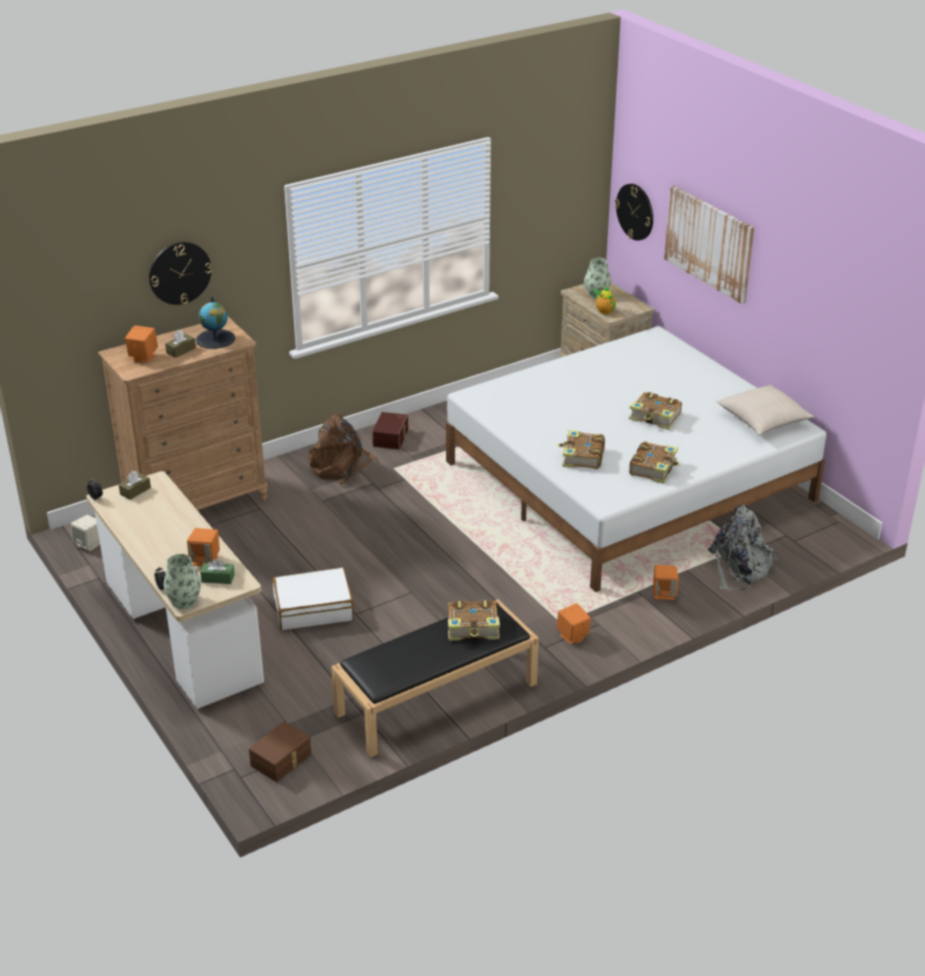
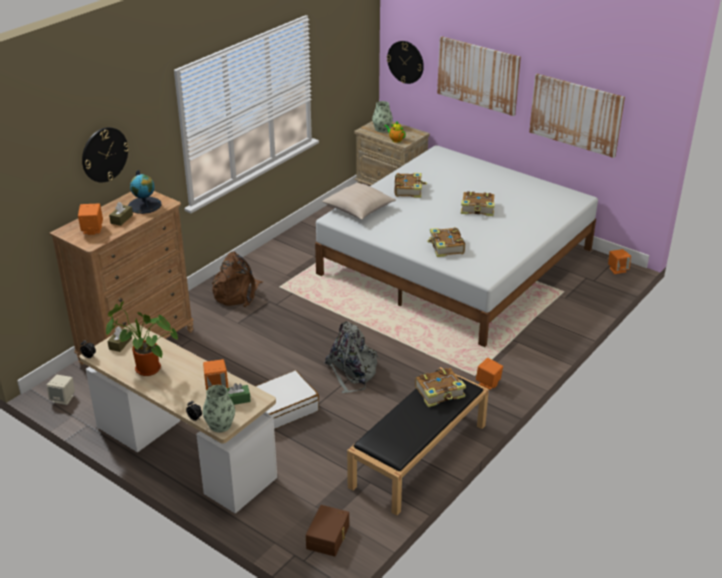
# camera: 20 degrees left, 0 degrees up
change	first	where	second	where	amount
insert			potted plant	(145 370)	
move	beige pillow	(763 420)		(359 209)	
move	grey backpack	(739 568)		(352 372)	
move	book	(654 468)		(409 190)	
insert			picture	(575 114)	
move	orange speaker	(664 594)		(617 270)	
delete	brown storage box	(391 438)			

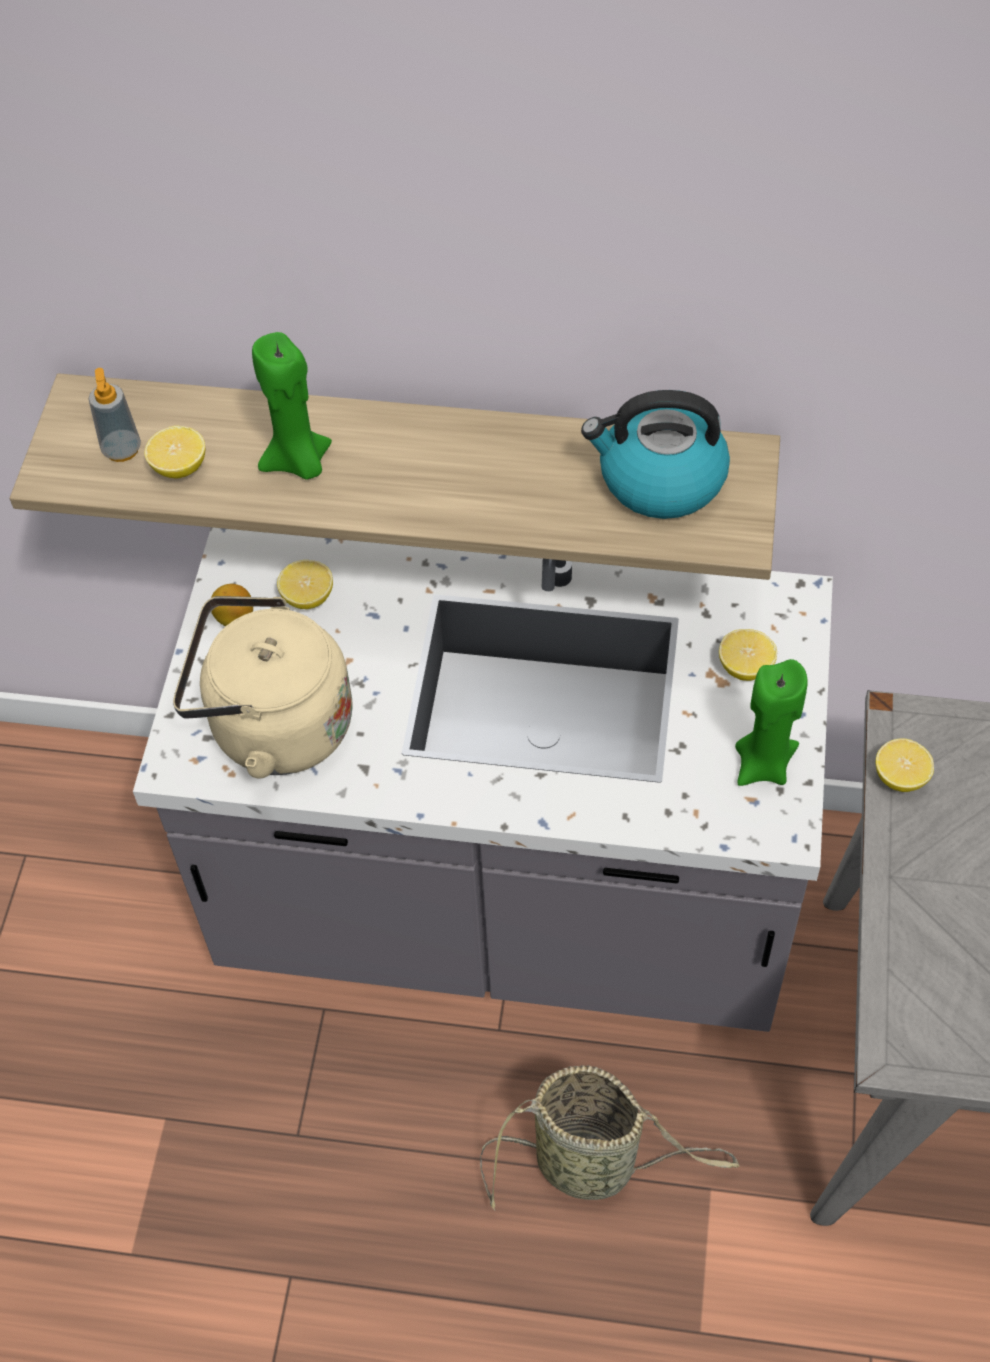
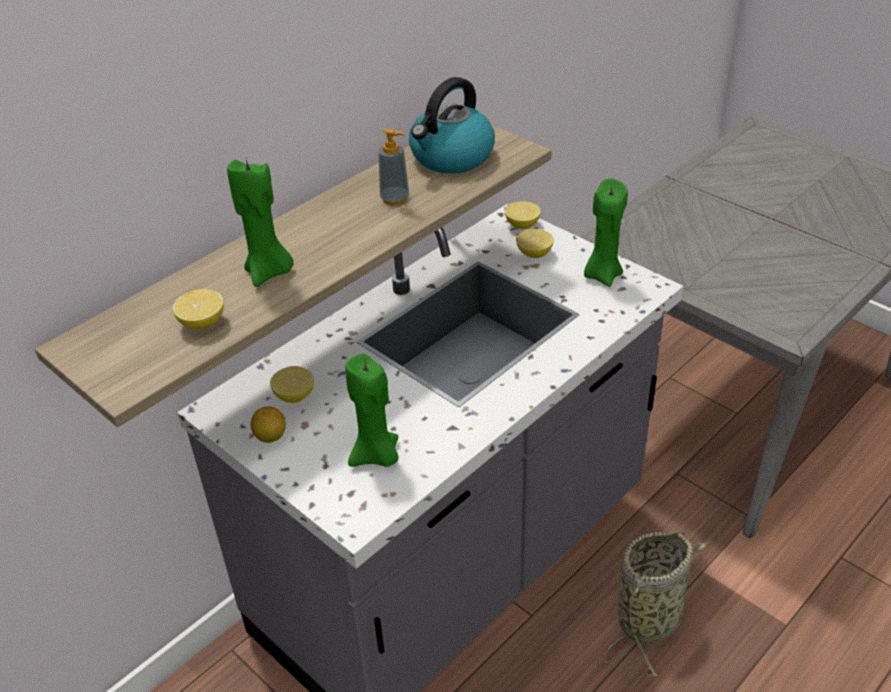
# camera: 55 degrees left, 15 degrees down
change	first	where	second	where	amount
replace	beige kettle	(273 727)	green candle	(377 456)	
move	soap dispenser	(122 449)		(395 199)	
move	lemon	(900 777)		(522 225)	

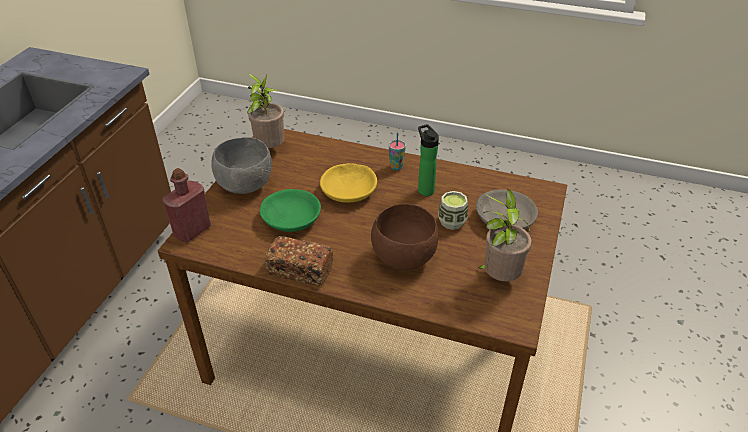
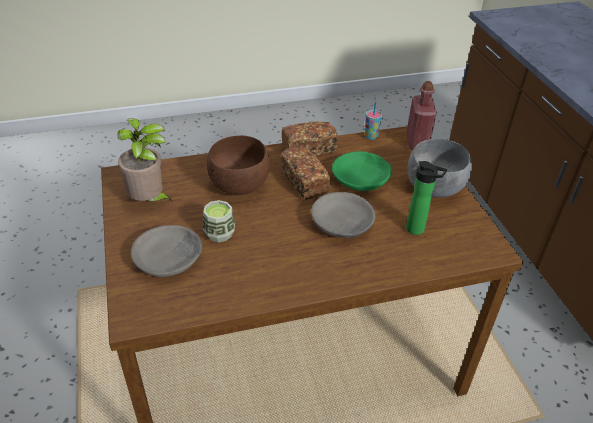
# camera: 145 degrees right, 0 degrees up
change	first	where	second	where	amount
insert			bread	(304 182)	
recolor	yellow bowl	(349 190)	grey bowl	(342 224)	
move	cup	(396 166)		(371 136)	
move	bottle	(424 189)		(418 230)	
delete	potted plant	(269 149)			

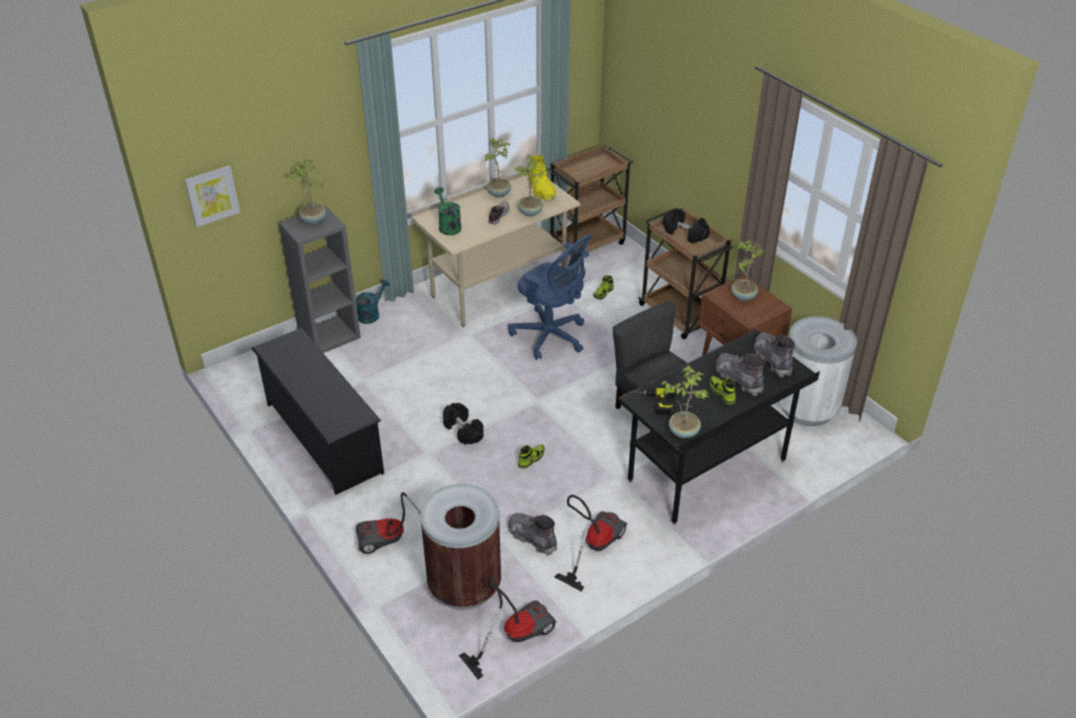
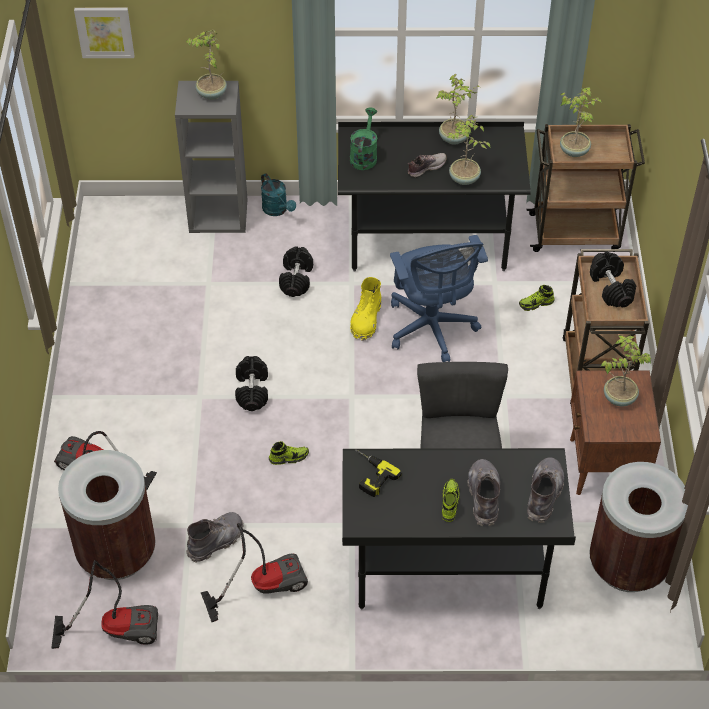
# camera: 35 degrees right, 10 degrees up
change	first	where	second	where	amount
rotate	grey boot	(532 537)		(216 541)	60 degrees clockwise
rotate	turquoise watering can	(371 314)		(277 210)	75 degrees clockwise
insert			black dumbbell	(296 279)	
recolor	beige desk	(498 290)	black desk	(428 244)	
move	yellow boot	(541 190)		(366 320)	
move	potted plant	(683 431)		(574 150)	
recolor	white trash can	(807 409)	brown trash can	(628 564)	
delete	black shoe rack	(323 437)			

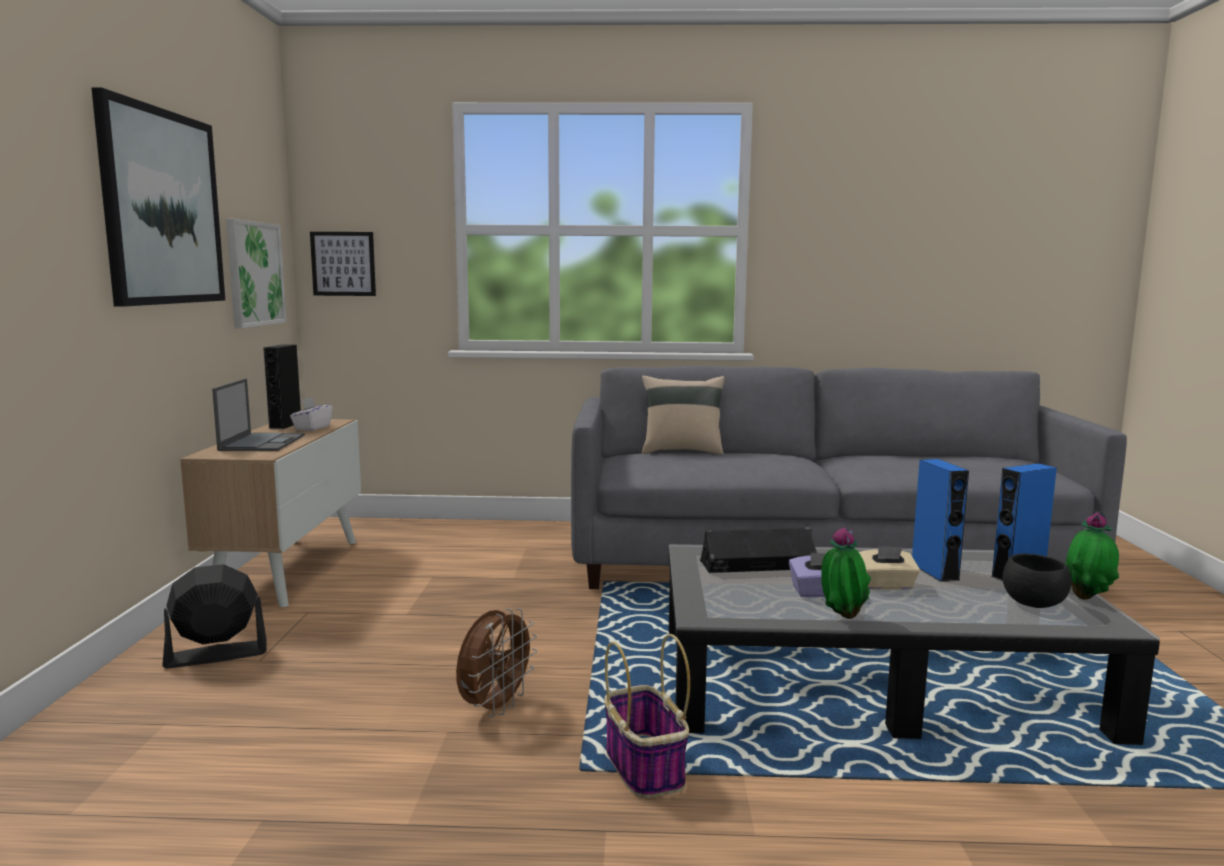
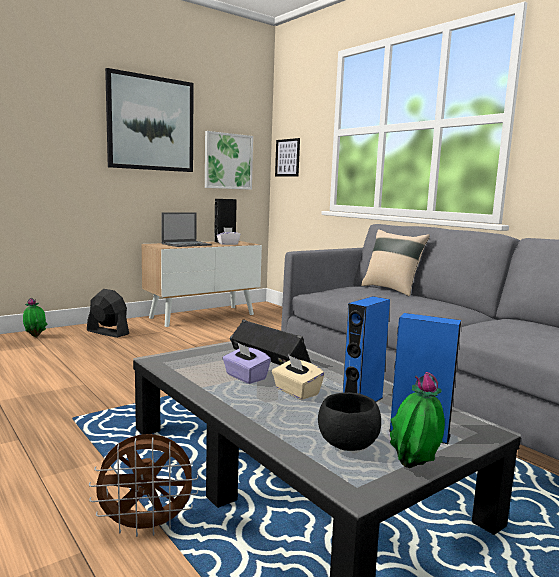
# camera: 50 degrees right, 0 degrees up
change	first	where	second	where	amount
move	potted plant	(841 617)		(35 336)	
move	brown fan	(495 707)		(146 527)	
delete	basket	(643 766)			

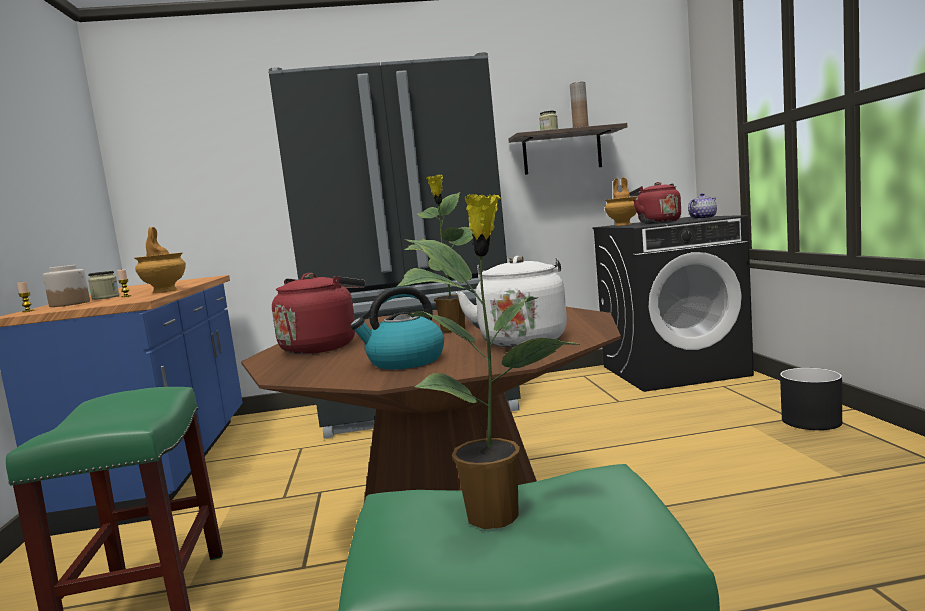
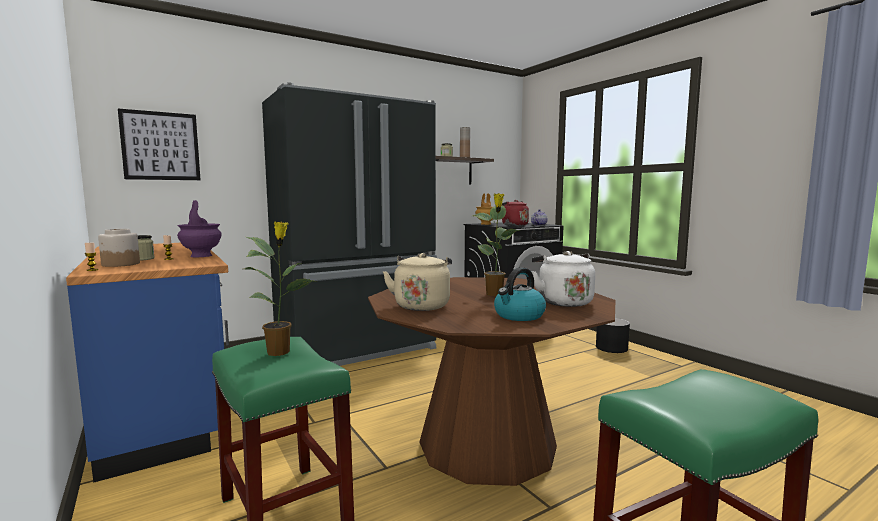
# camera: 25 degrees left, 0 degrees up
change	first	where	second	where	amount
insert			picture	(161 146)	
recolor	brown vase	(165 291)	purple vase	(201 256)	
move	potted plant	(496 515)		(280 352)	
recolor	red kettle	(322 347)	beige kettle	(422 305)	

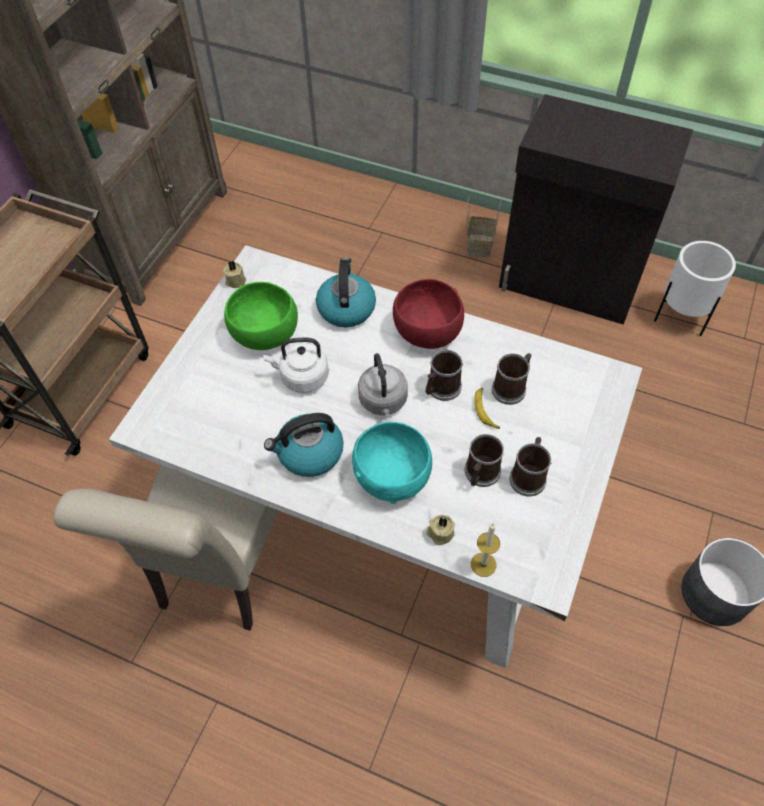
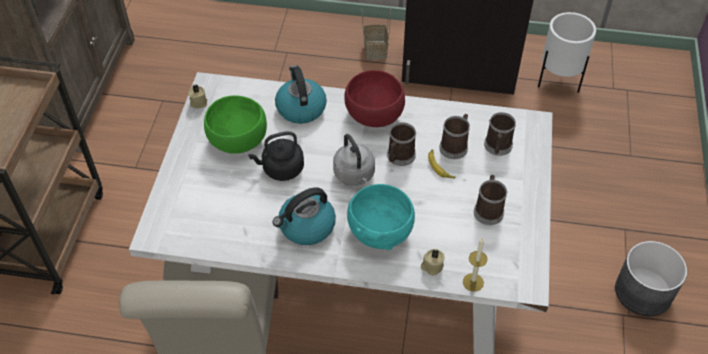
# camera: 15 degrees left, 5 degrees down
change	first	where	second	where	amount
recolor	white kettle	(302 377)	black kettle	(281 169)	
move	mug	(480 474)		(497 147)	

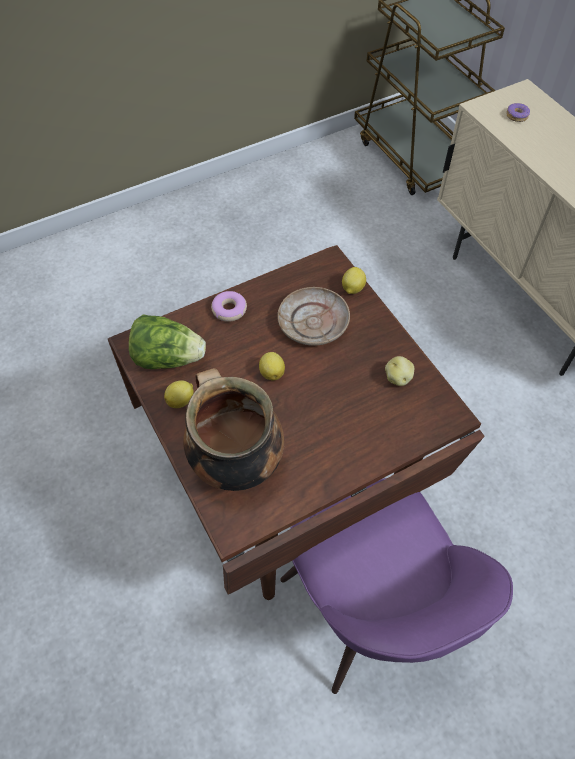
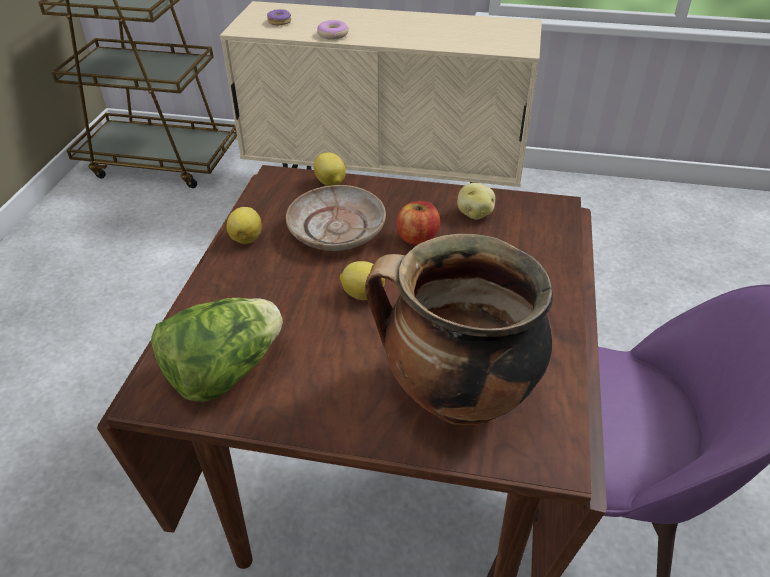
# camera: 50 degrees left, 15 degrees down
change	first	where	second	where	amount
move	lemon	(181 400)		(247 238)	
move	donut	(229 309)		(333 35)	
insert			apple	(417 238)	

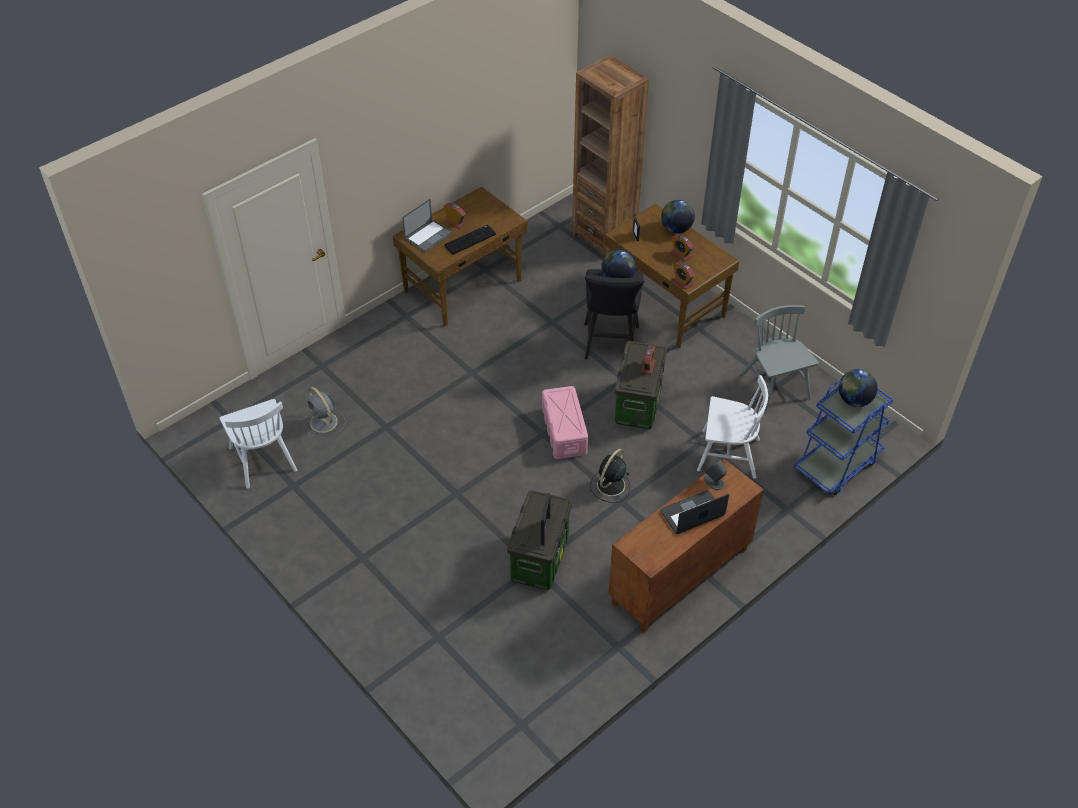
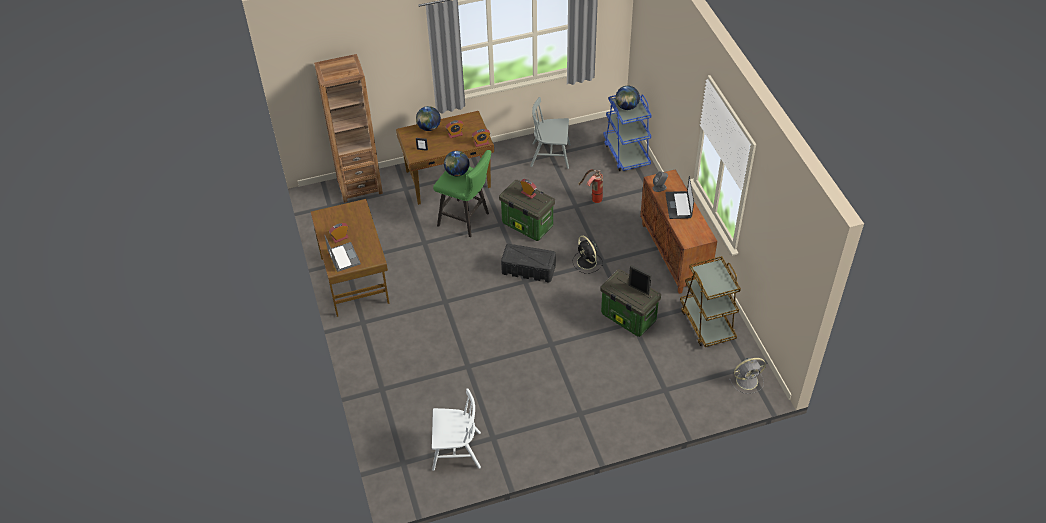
# camera: 65 degrees left, 0 degrees up
change	first	where	second	where	amount
recolor	black stool	(610 346)	green stool	(466 220)	
recolor	pink storage box	(564 431)	black storage box	(529 270)	
replace	white chair	(728 454)	fire extinguisher	(592 198)	
insert			brown cart	(707 323)	
move	grey fan	(324 423)		(748 380)	
delete	keyboard	(470 239)			

